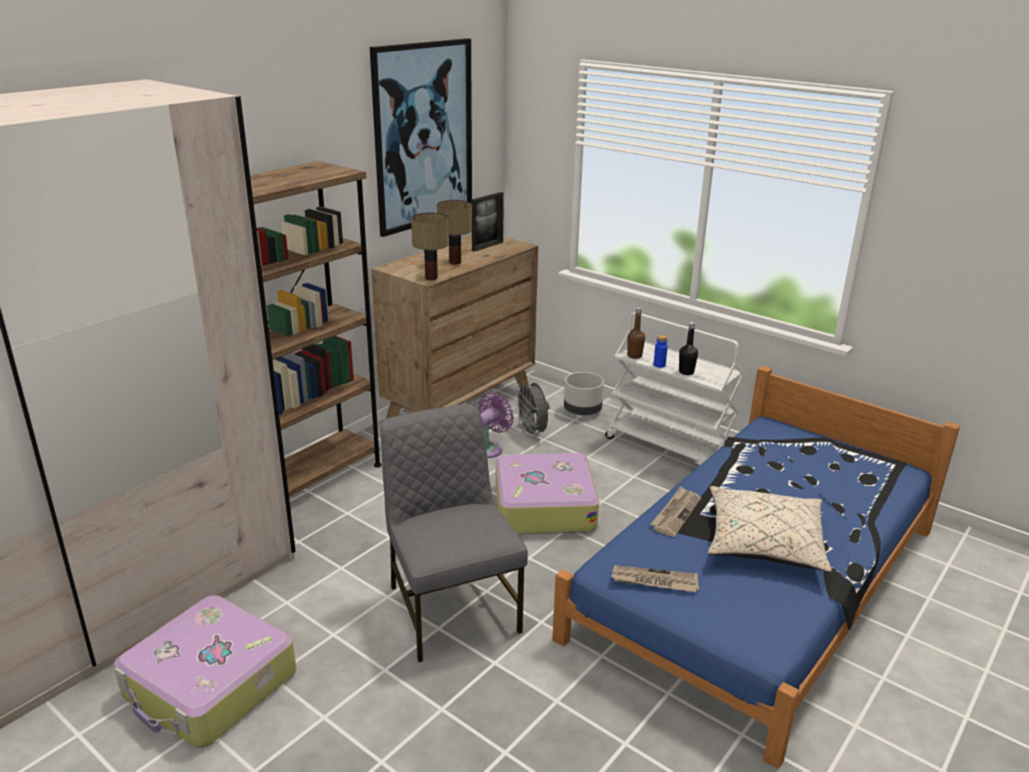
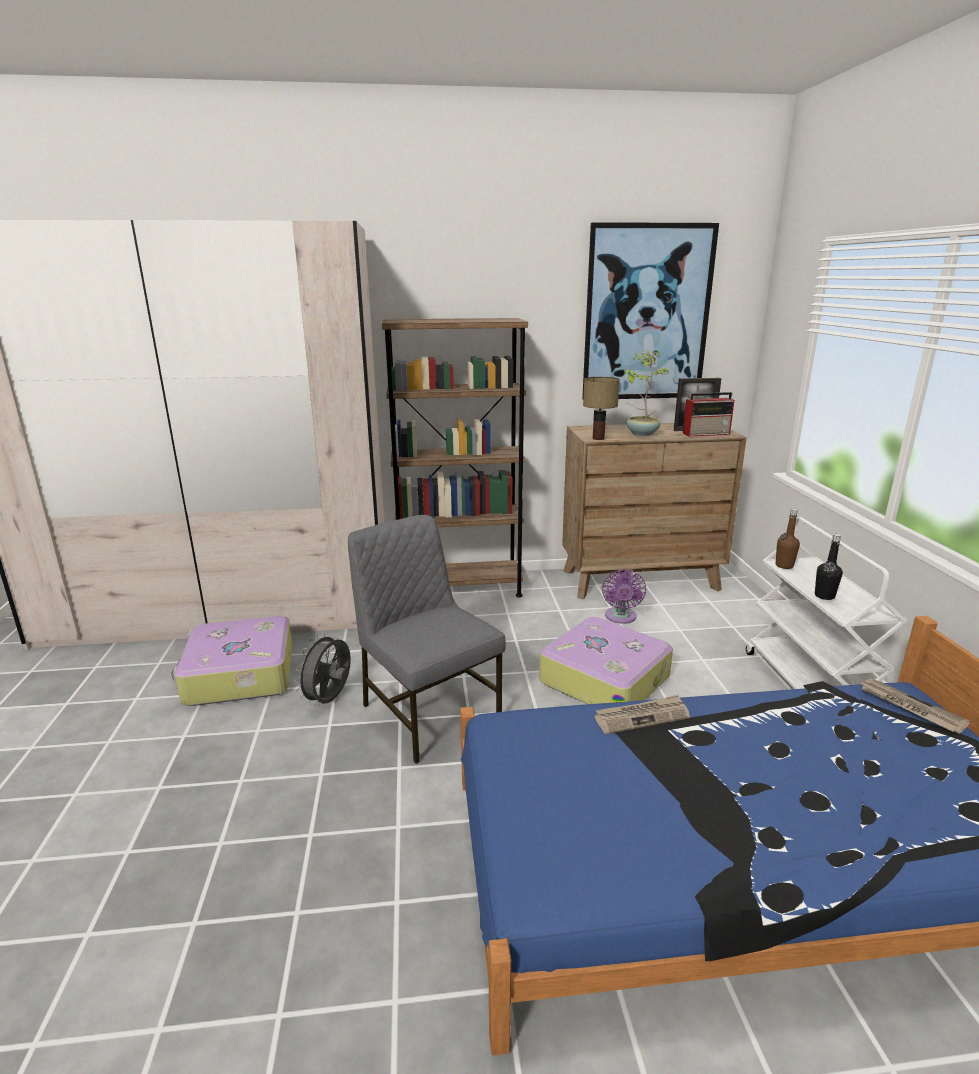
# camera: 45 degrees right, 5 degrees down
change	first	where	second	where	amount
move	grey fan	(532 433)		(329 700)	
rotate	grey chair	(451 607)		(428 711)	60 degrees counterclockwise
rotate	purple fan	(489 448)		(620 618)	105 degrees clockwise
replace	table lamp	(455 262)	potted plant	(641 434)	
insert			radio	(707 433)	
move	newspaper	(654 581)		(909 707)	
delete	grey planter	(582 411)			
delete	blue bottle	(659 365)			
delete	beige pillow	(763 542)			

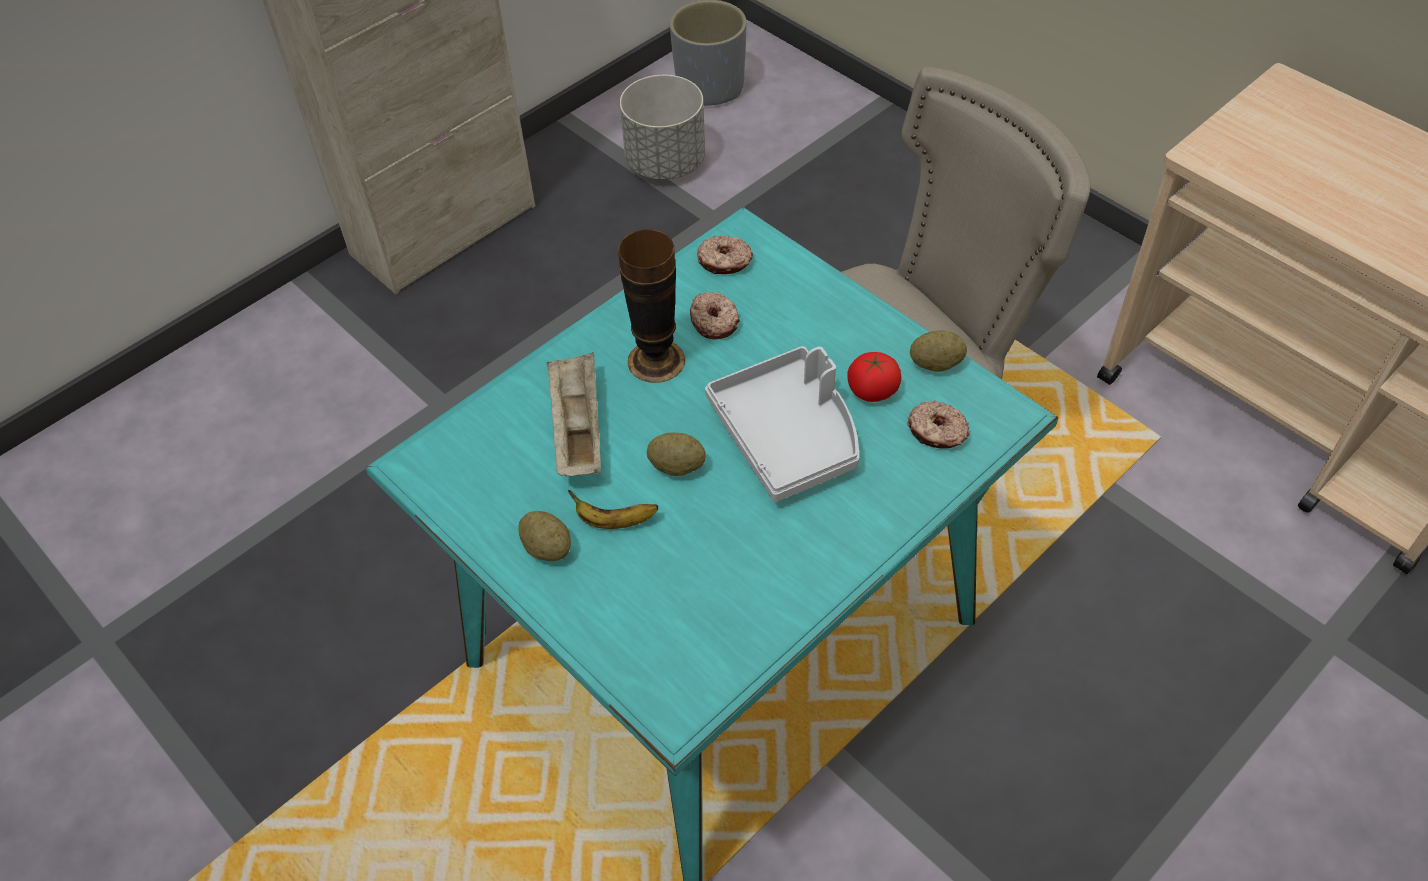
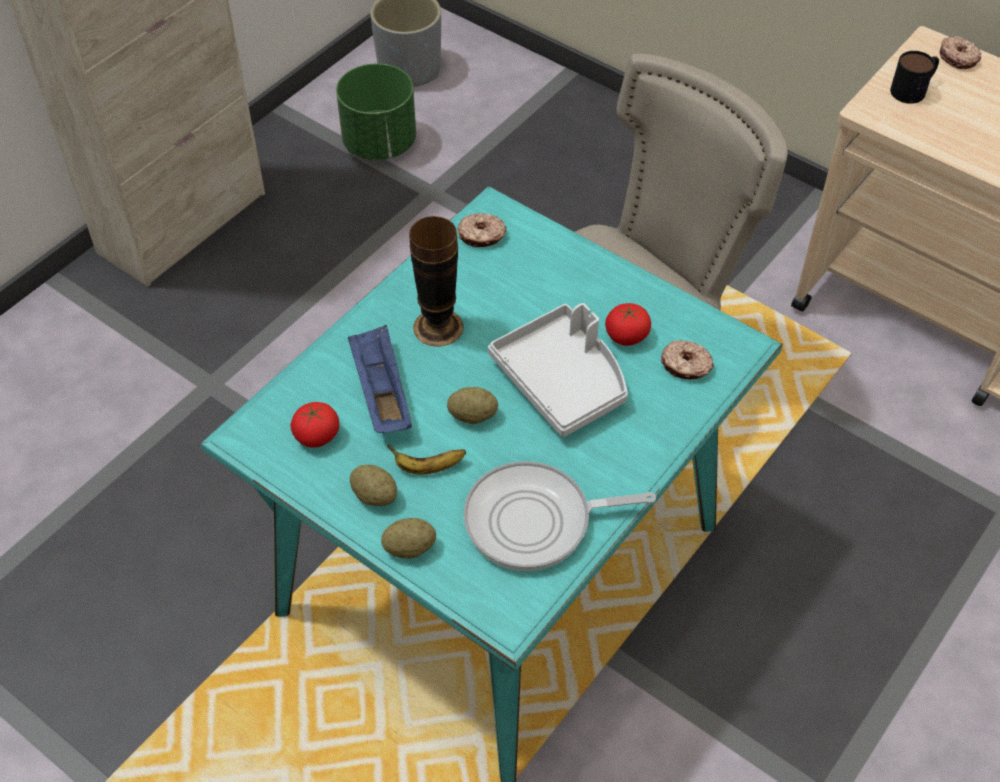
# camera: 10 degrees left, 0 degrees up
change	first	where	second	where	amount
insert			tomato	(317 436)	
recolor	grey planter	(665 162)	green planter	(379 143)	
recolor	beige tray	(577 429)	blue tray	(381 392)	
move	potato	(936 364)		(409 548)	
insert			frying pan	(535 521)	
insert			mug	(914 89)	
move	donut	(715 321)		(958 58)	

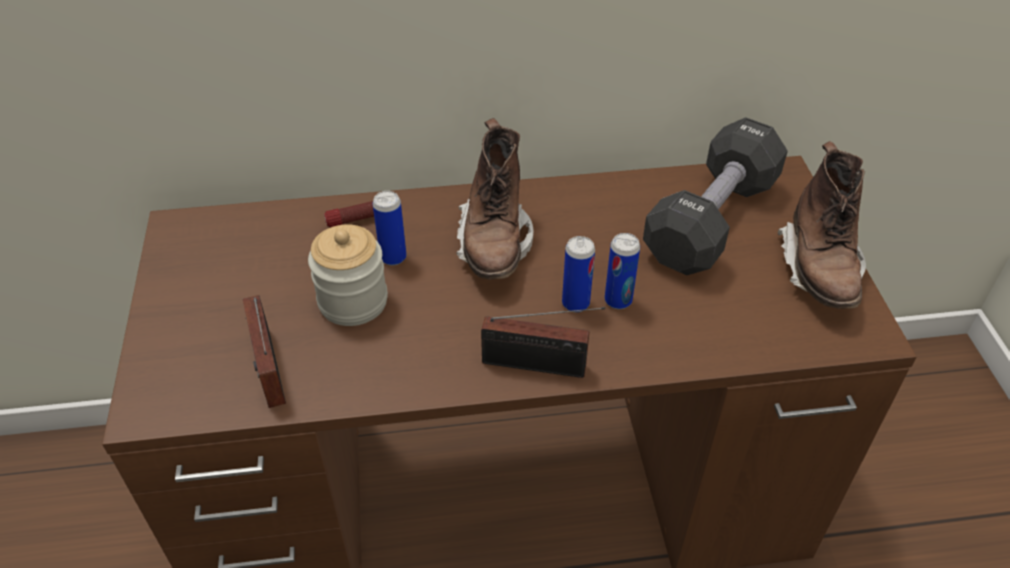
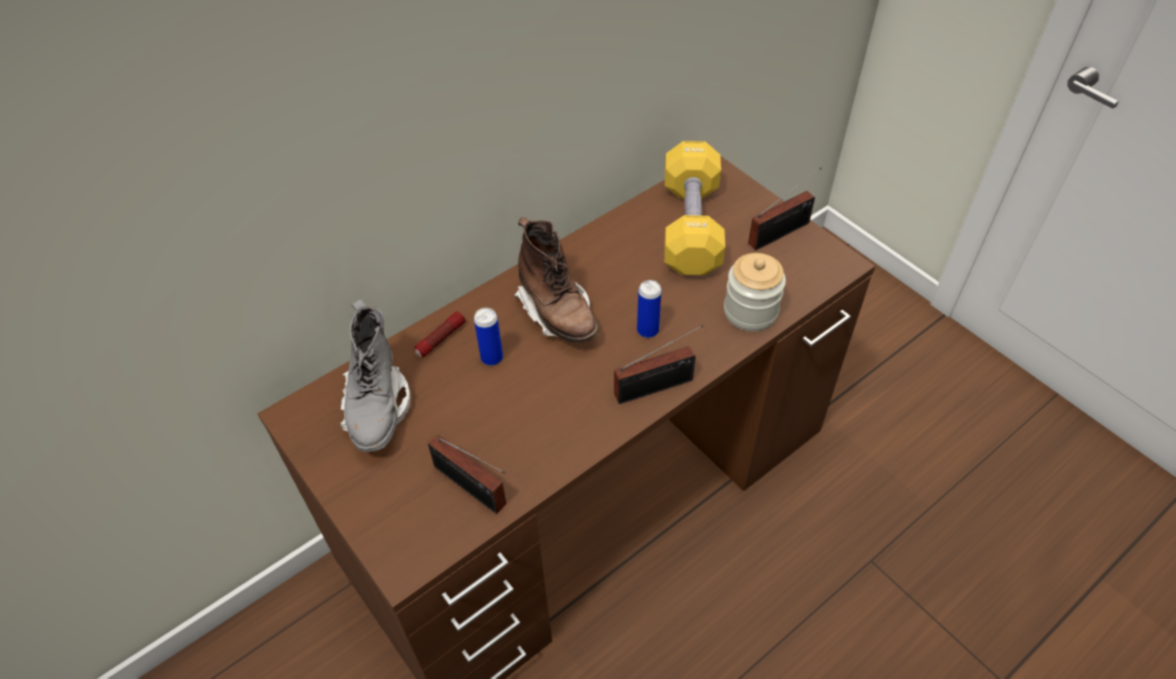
# camera: 30 degrees left, 5 degrees up
change	first	where	second	where	amount
insert			grey boot	(377 406)	
recolor	black dumbbell	(711 220)	yellow dumbbell	(691 227)	
move	jar	(353 301)		(750 311)	
replace	brown boot	(819 270)	radio	(782 232)	
delete	can	(618 300)			

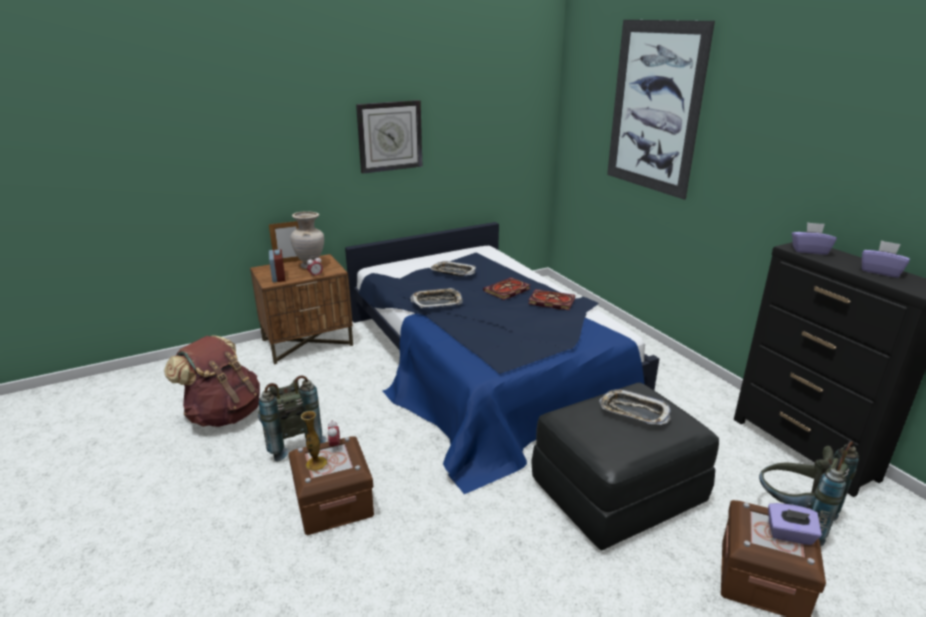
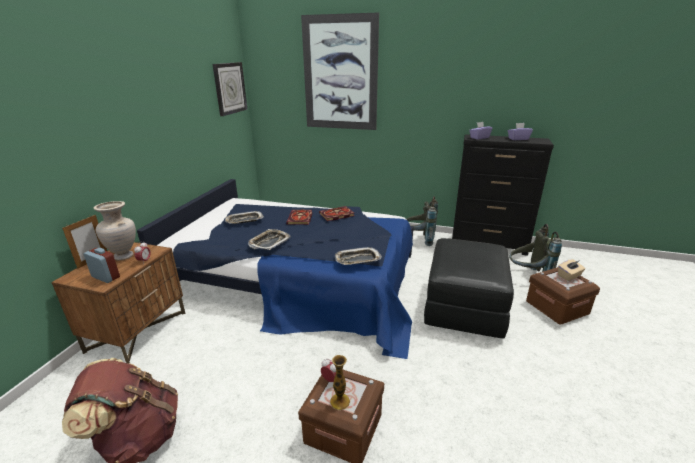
# camera: 45 degrees left, 0 degrees up
change	first	where	second	where	amount
move	wall clock	(390 136)		(230 88)	
move	tray	(633 412)		(357 260)	
move	grey backpack	(291 441)		(419 239)	
recolor	purple tissue box	(789 534)	beige tissue box	(569 276)	

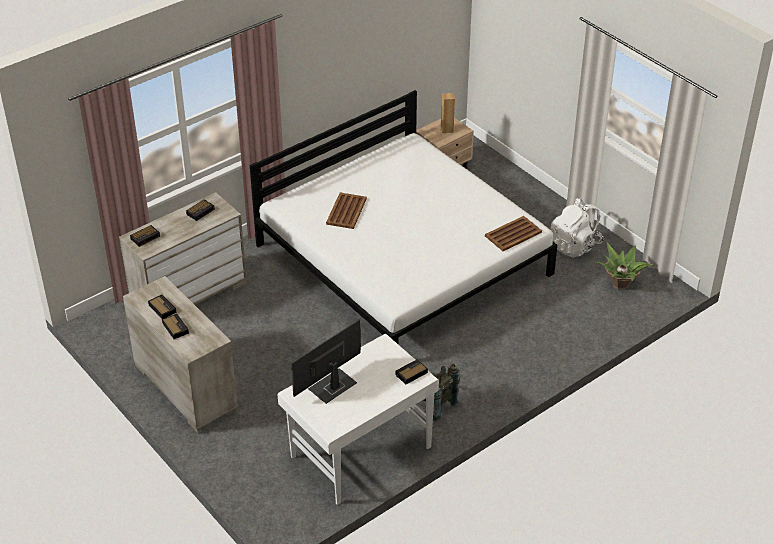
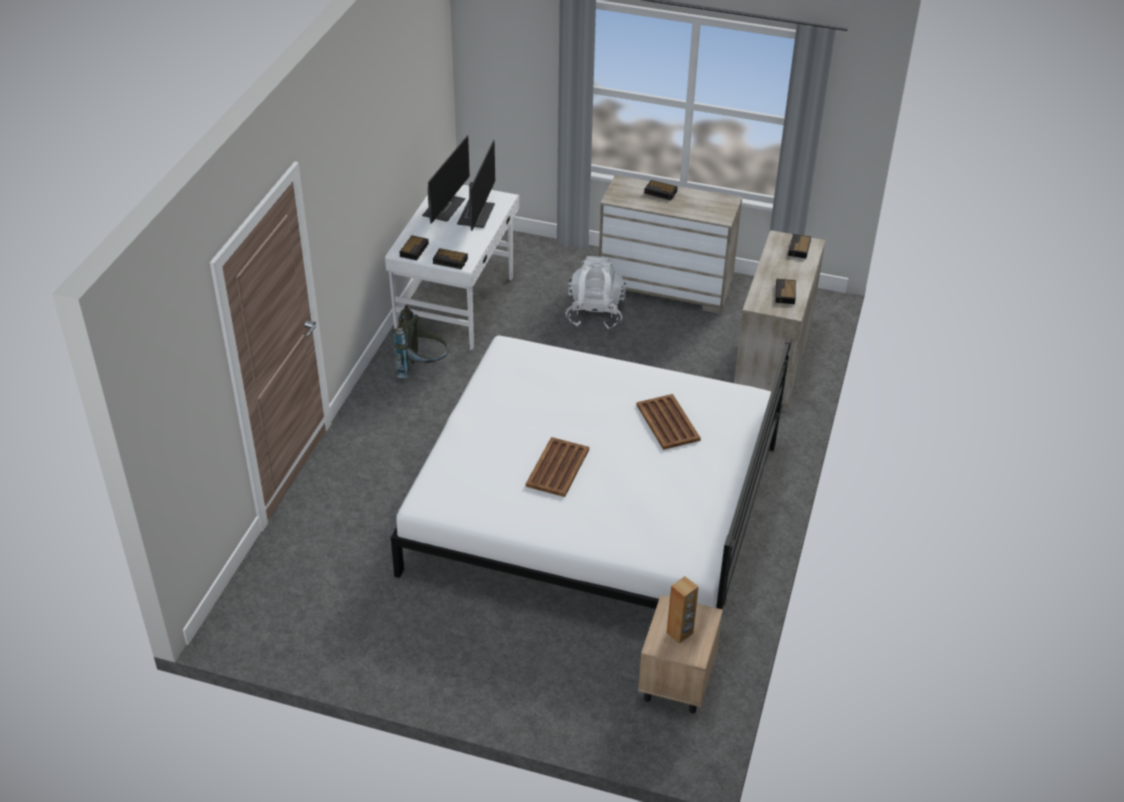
# camera: 145 degrees right, 0 degrees up
change	first	where	second	where	amount
insert			monitor	(444 207)	
move	alarm clock	(162 308)		(451 261)	
move	brown tray	(513 234)		(557 468)	
move	white backpack	(575 245)		(595 314)	
delete	potted plant	(620 283)			

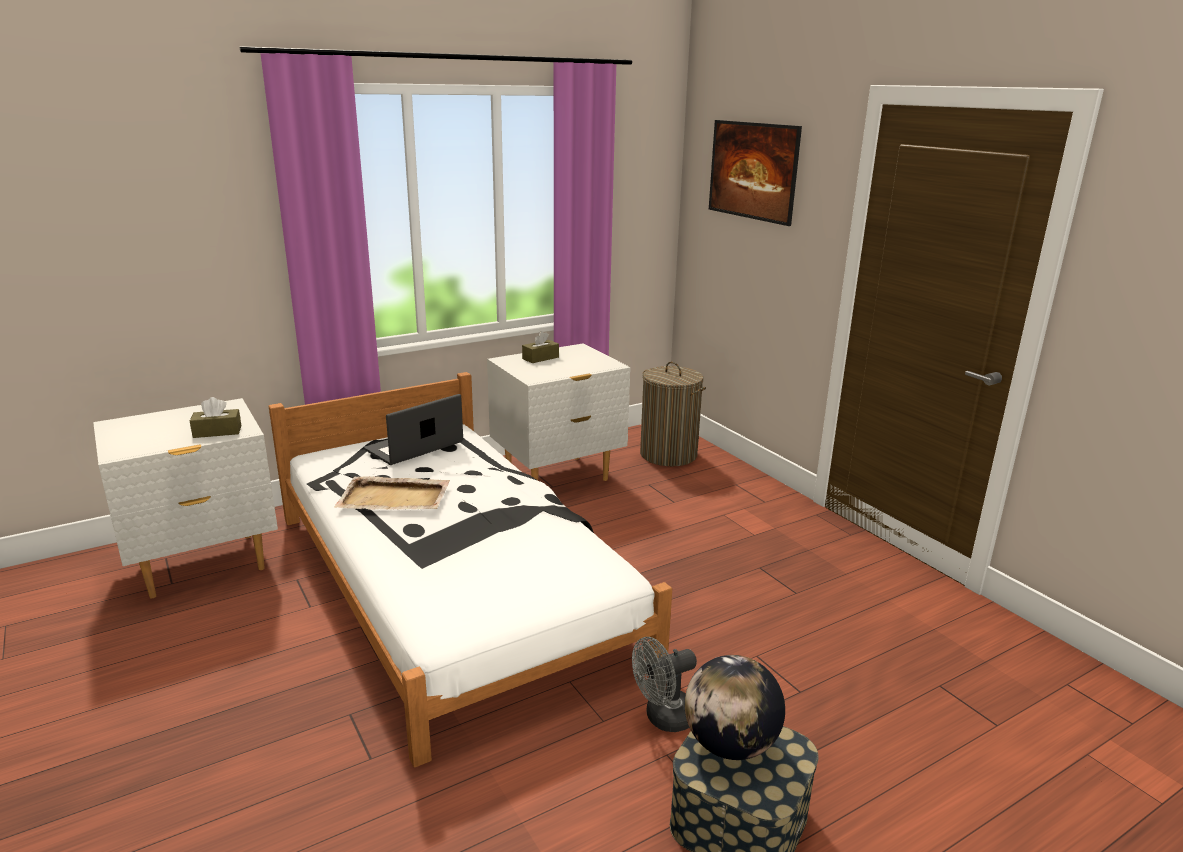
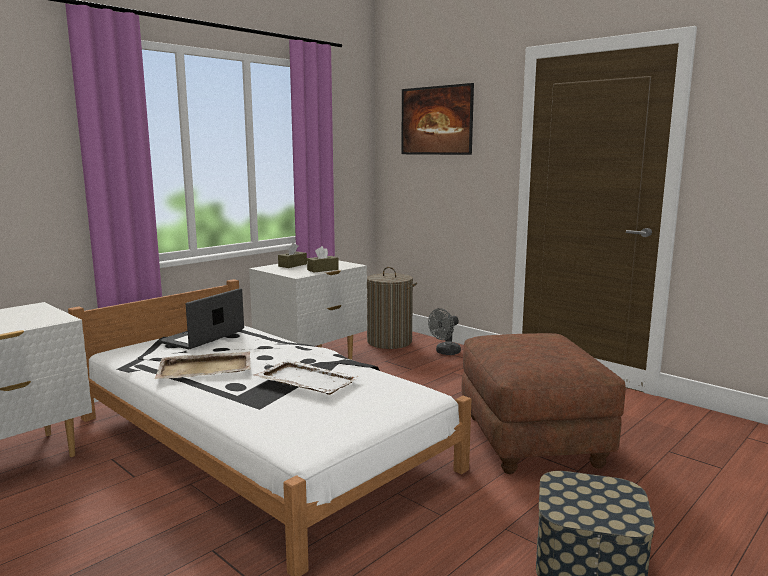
# camera: 15 degrees left, 10 degrees down
change	first	where	second	where	amount
insert			white tray	(306 380)	
move	brown tissue box	(217 431)		(323 270)	
move	grey fan	(663 718)		(445 352)	
insert			brown ottoman	(531 440)	
delete	globe	(730 745)			

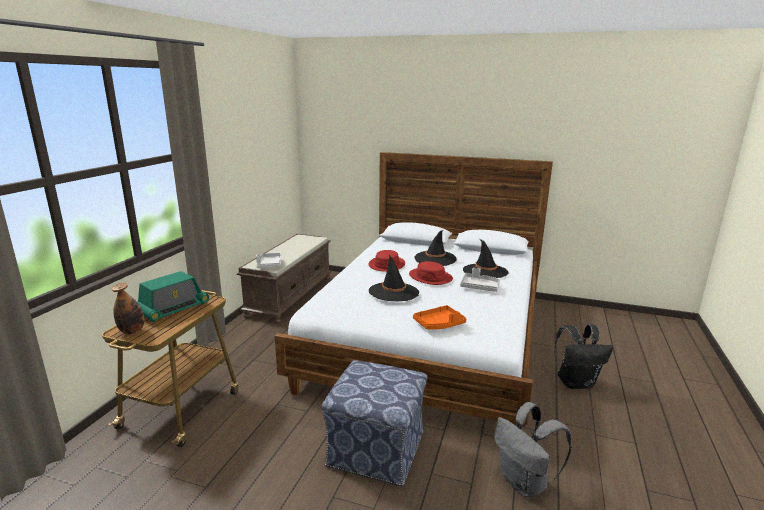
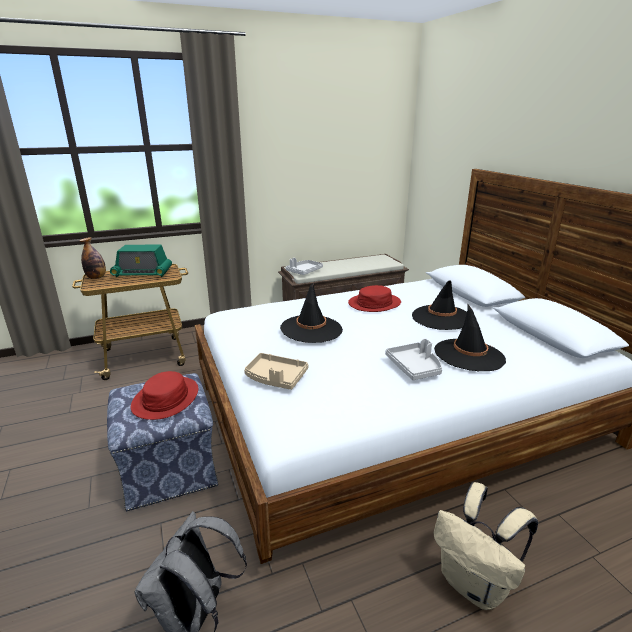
# camera: 50 degrees right, 5 degrees up
change	first	where	second	where	amount
move	red hat	(430 277)		(166 398)	
recolor	orange tray	(439 324)	beige tray	(275 378)	
recolor	black backpack	(576 382)	beige backpack	(475 584)	

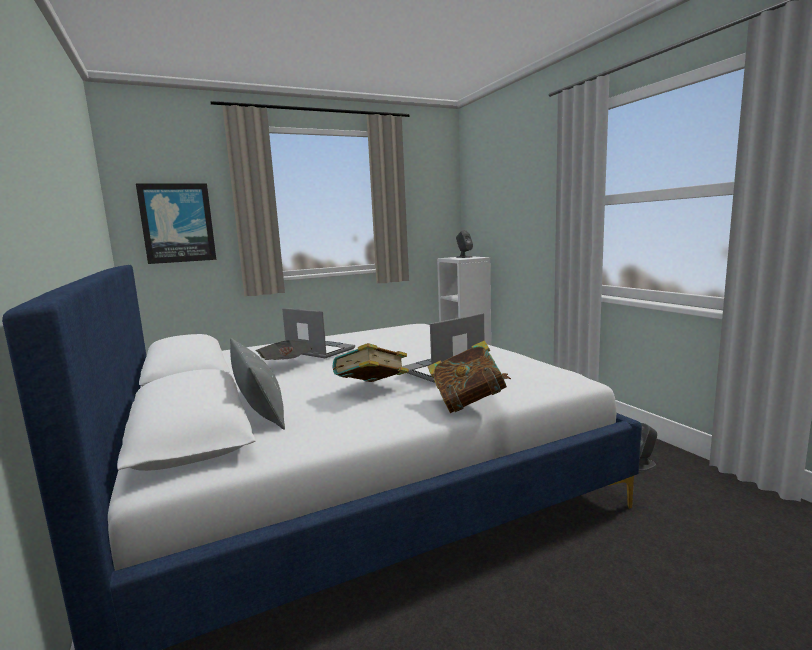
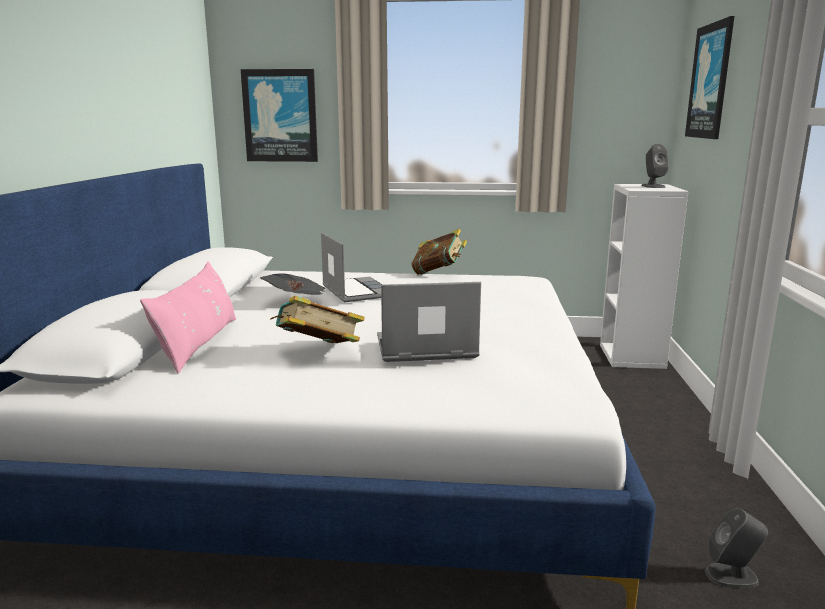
# camera: 30 degrees right, 5 degrees up
change	first	where	second	where	amount
recolor	grey pillow	(259 407)	pink pillow	(199 343)	
move	book	(468 404)		(439 273)	
insert			picture	(710 81)	

